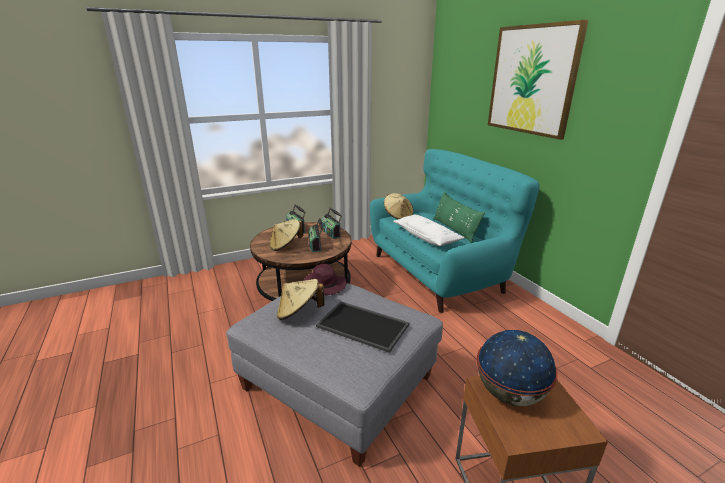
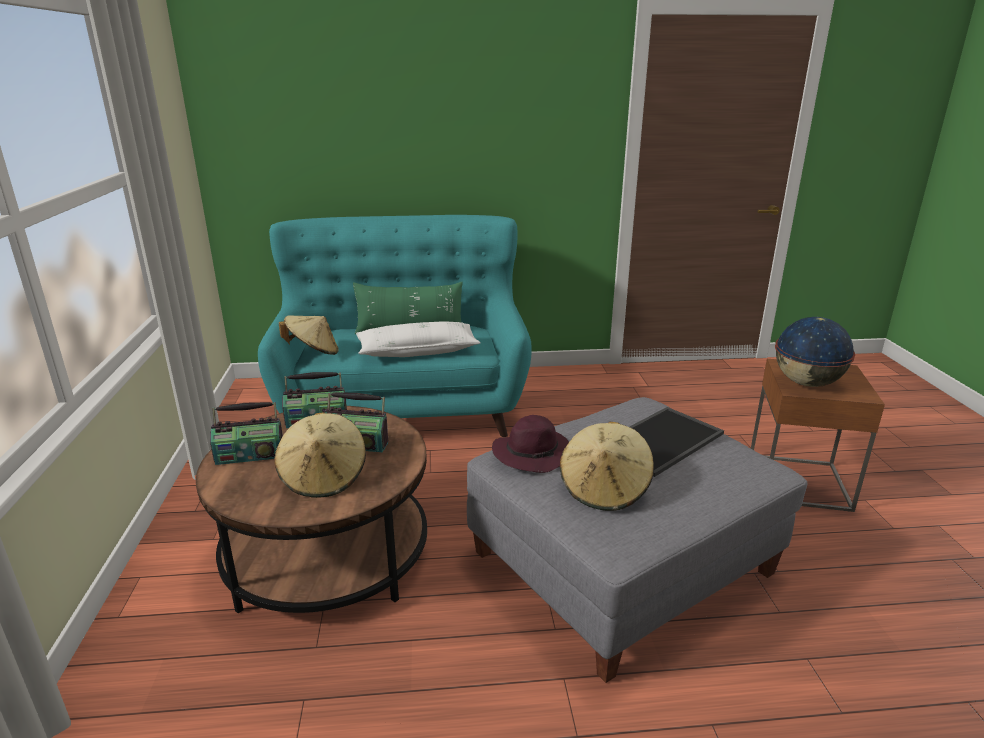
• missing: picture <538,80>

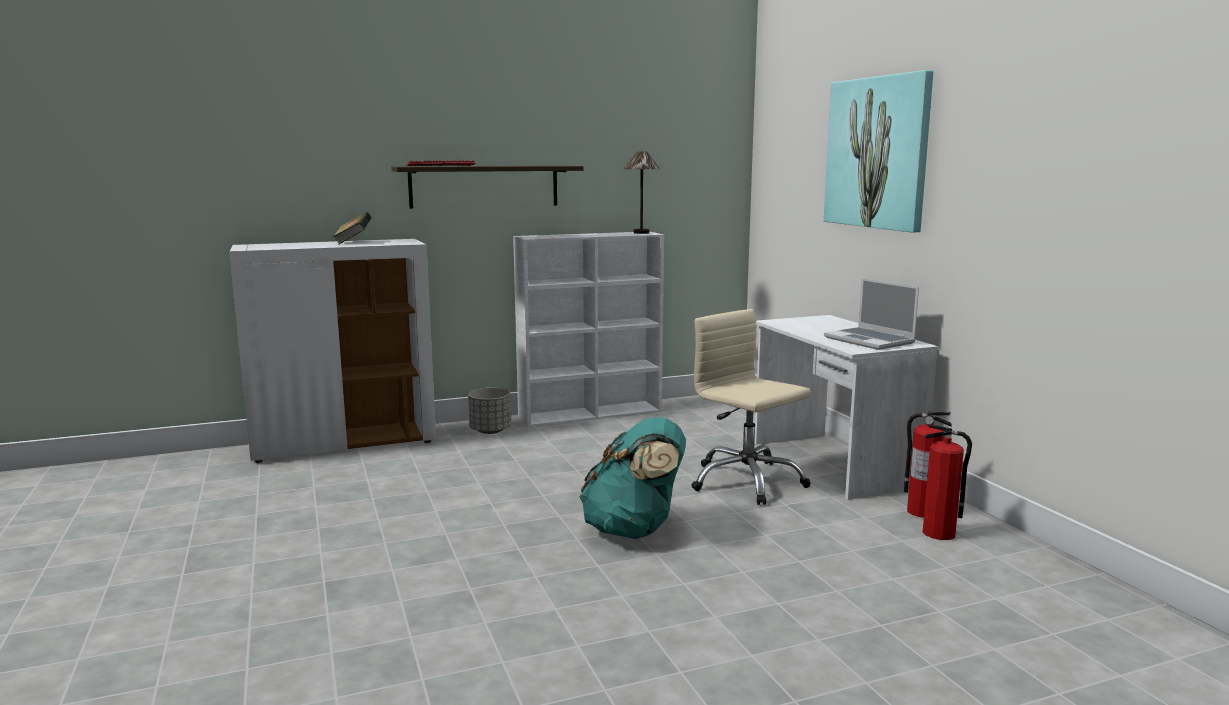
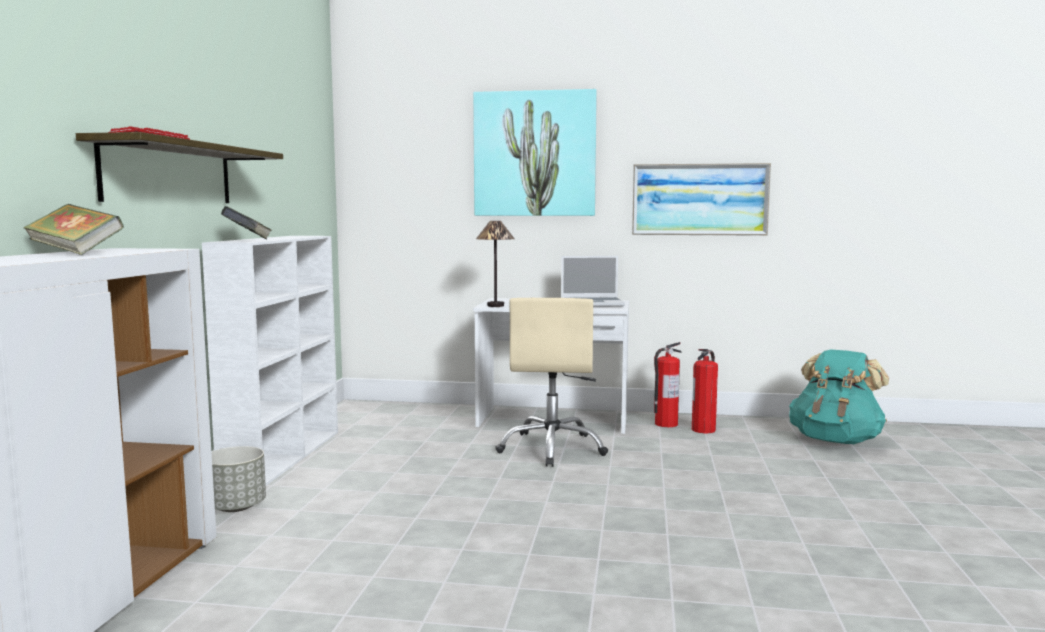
• appeared: book <246,222>
• relocated: table lamp <642,193> to <495,264>
• spun: beige office chair <751,407> = <551,382> 75 degrees counterclockwise
• appeared: picture <701,199>
• relocated: turquoise backpack <632,478> to <839,396>

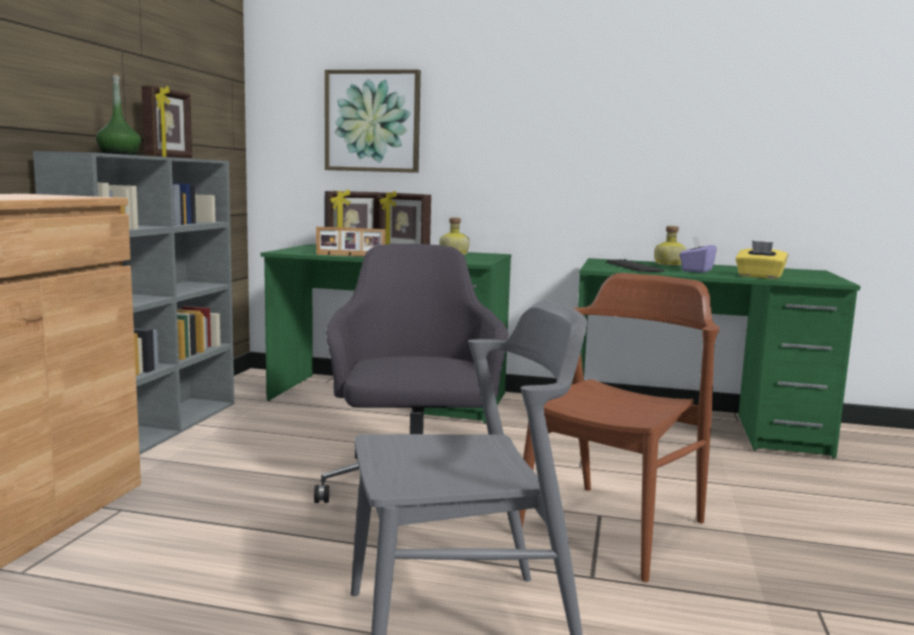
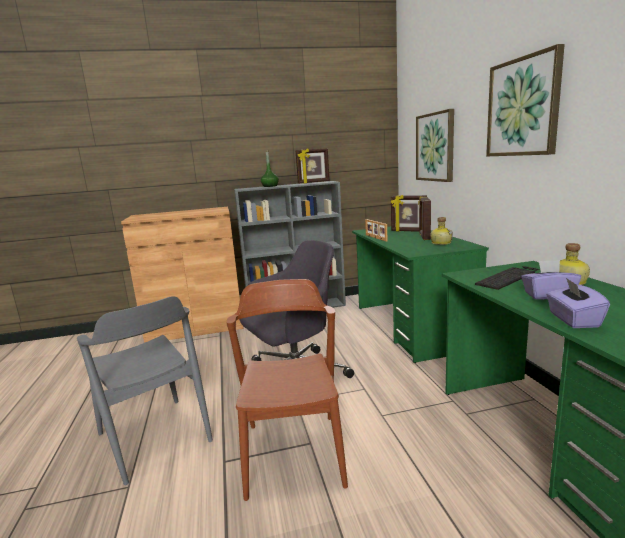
• spun: brown chair <619,427> = <287,390> 105 degrees counterclockwise
• appeared: picture <525,100>
• colour: yellow tissue box <762,260> to purple tissue box <578,303>

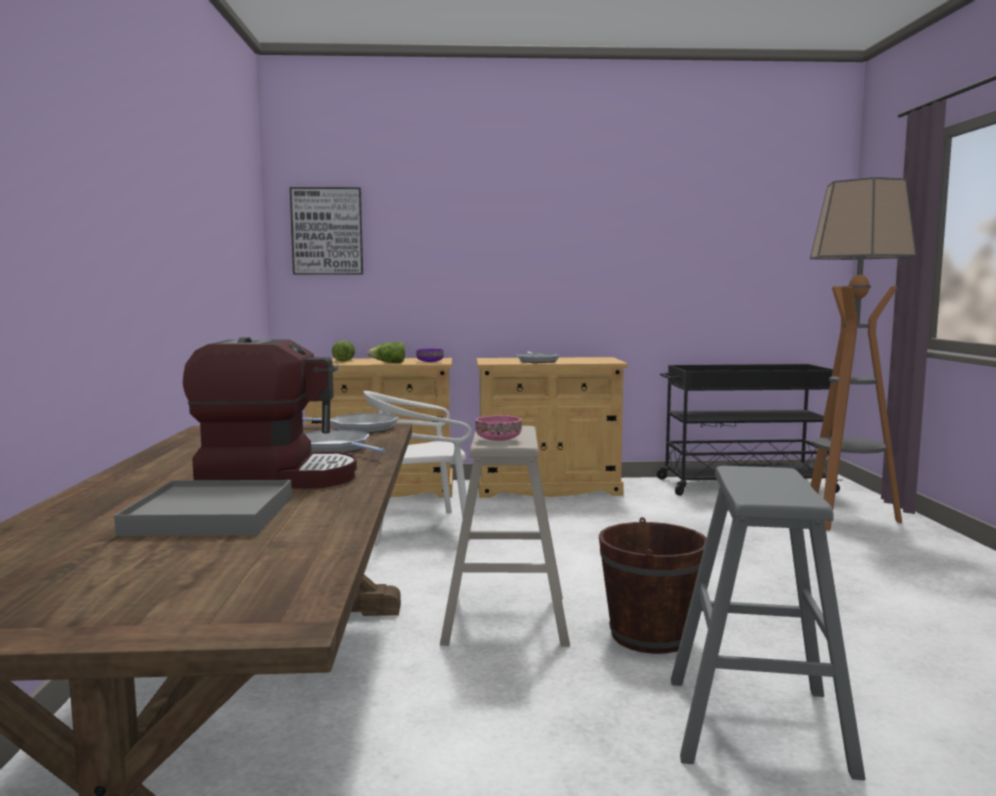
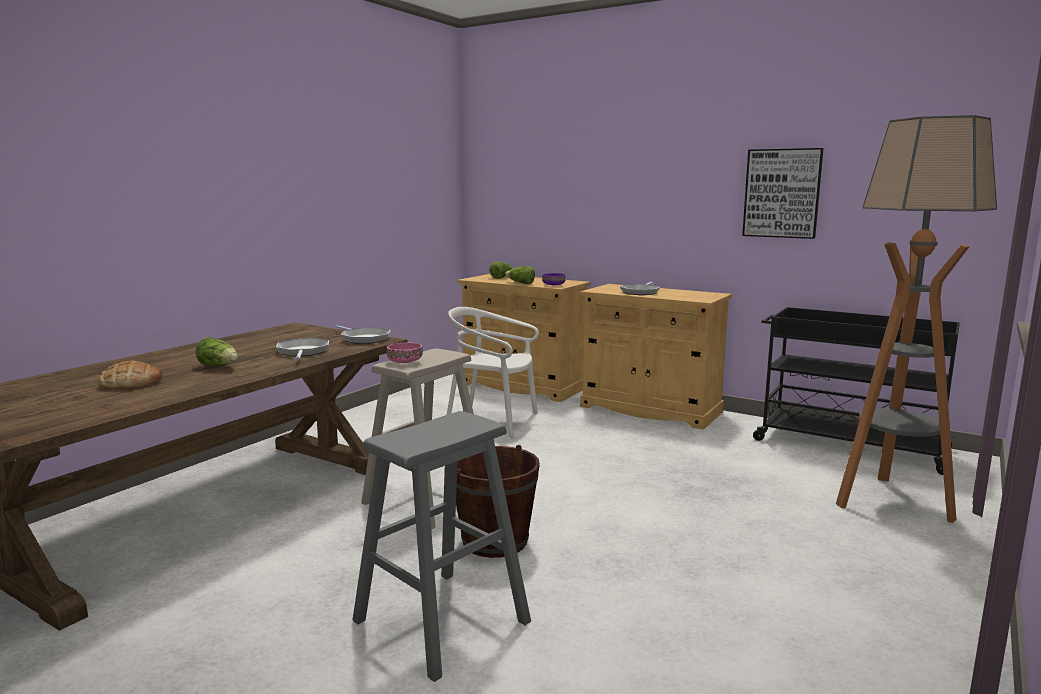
• exchanged: grey tray <203,508> to bread <130,374>
• exchanged: coffee machine <270,413> to lettuce <217,351>
• relocated: picture <326,231> to <783,193>

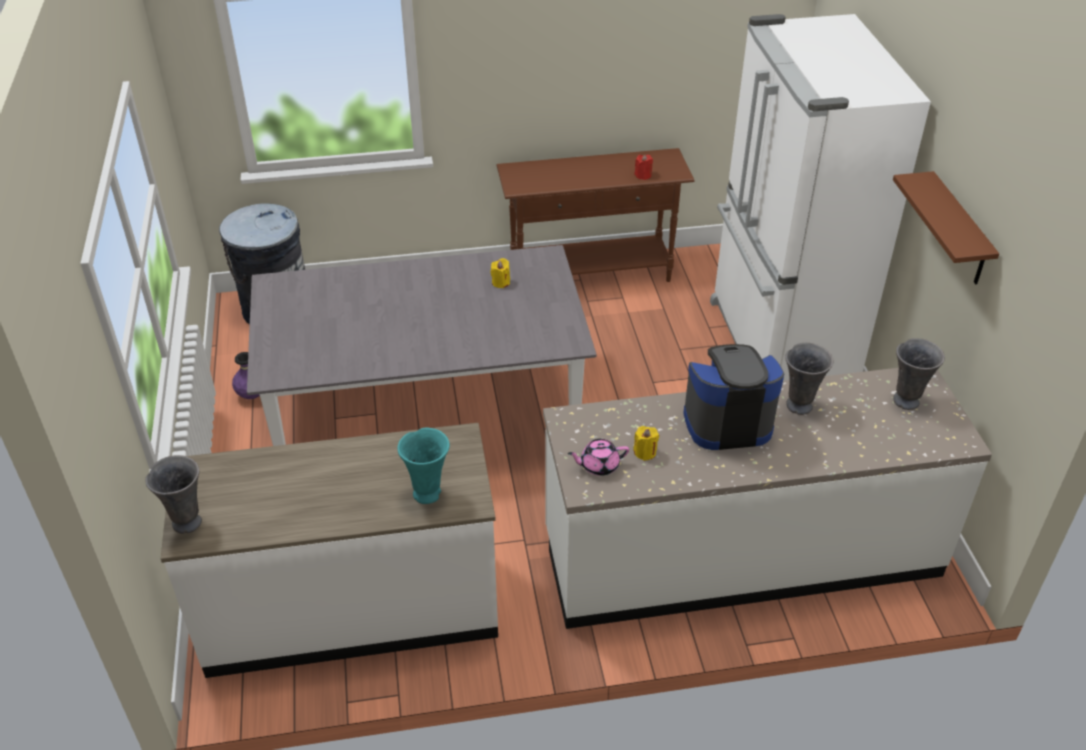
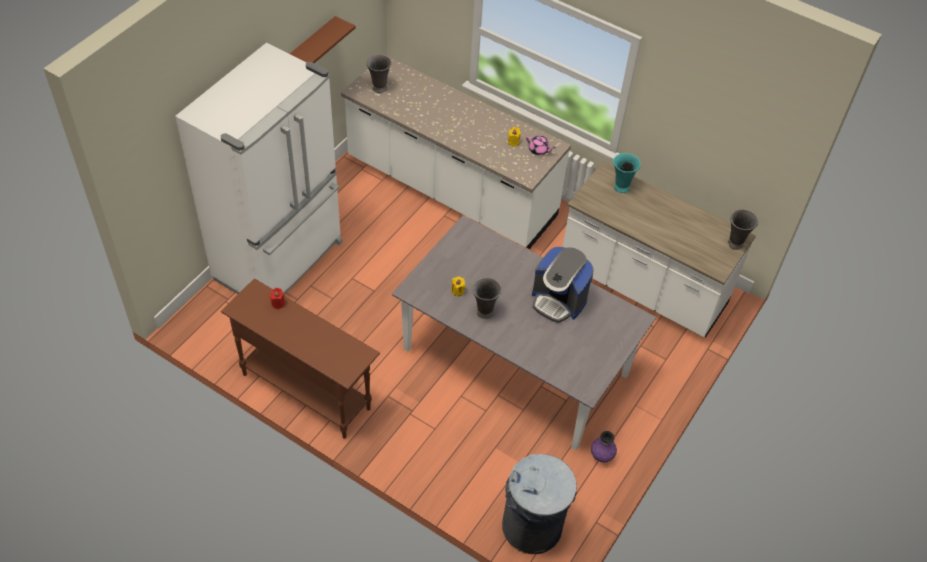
• relocated: grey vase <809,379> to <487,298>
• relocated: coffee machine <733,397> to <563,285>

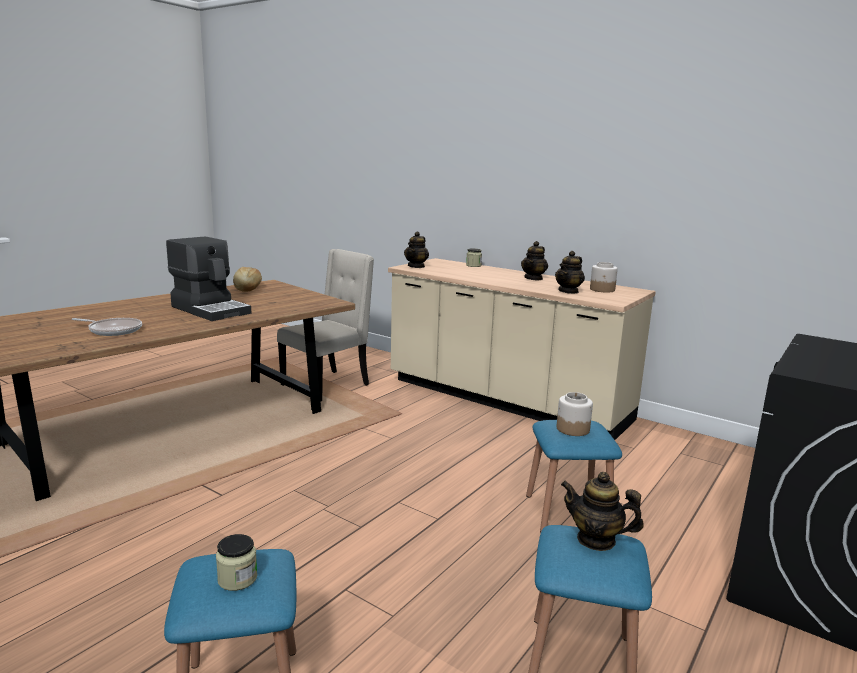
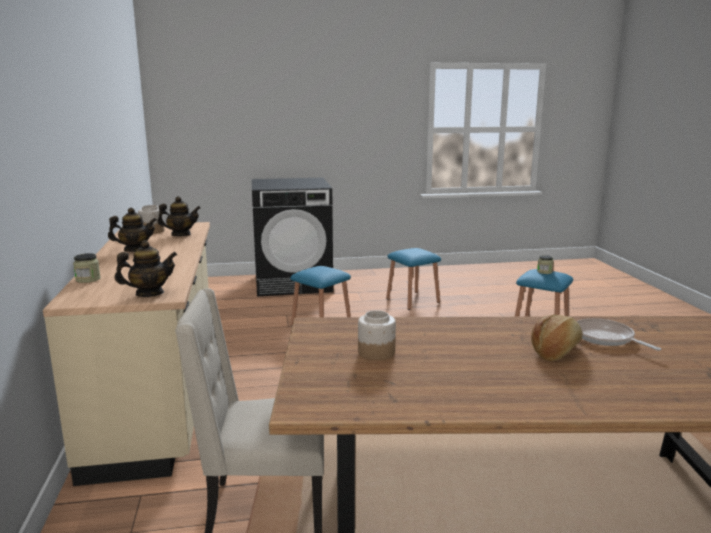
• relocated: jar <574,414> to <377,335>
• relocated: bread <247,279> to <556,338>
• missing: coffee machine <208,279>
• missing: teapot <602,511>

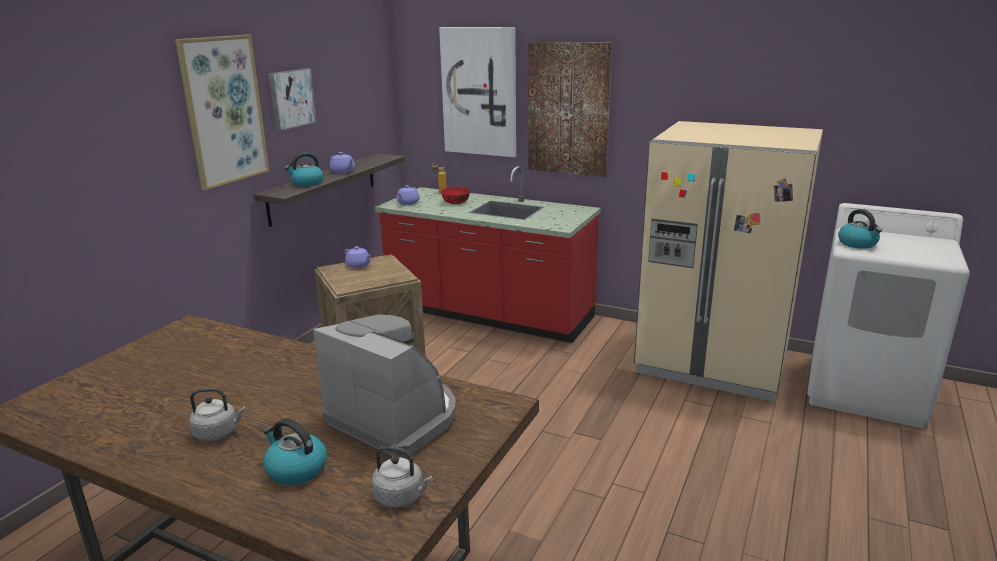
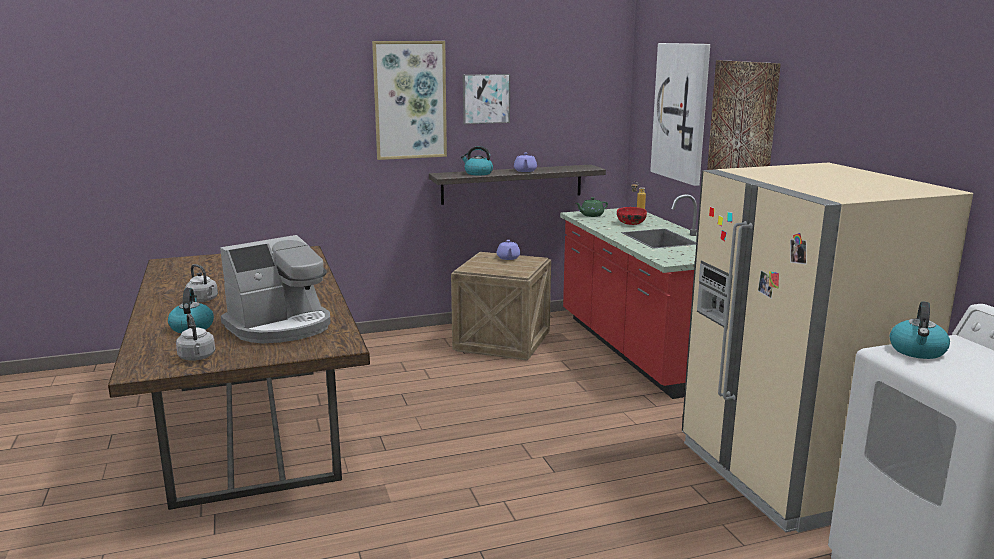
• spun: coffee machine <384,386> = <275,289> 60 degrees clockwise
• colour: purple teapot <408,195> to green teapot <592,207>

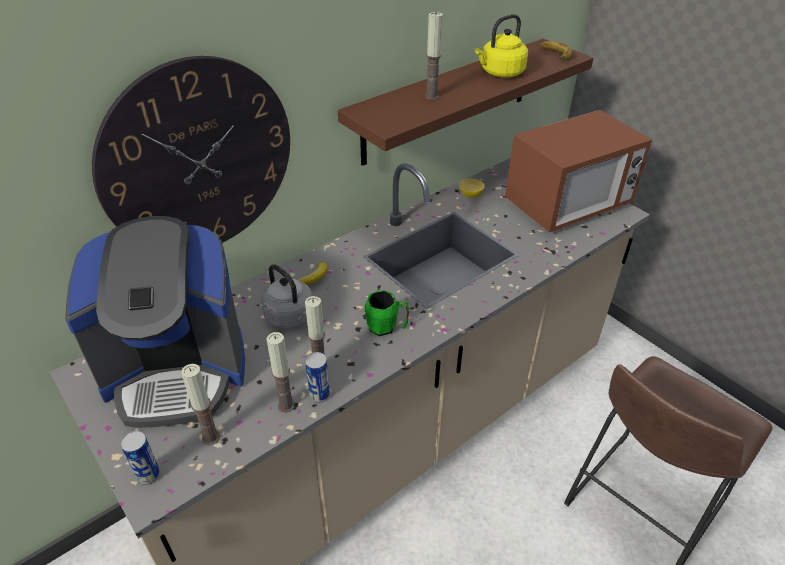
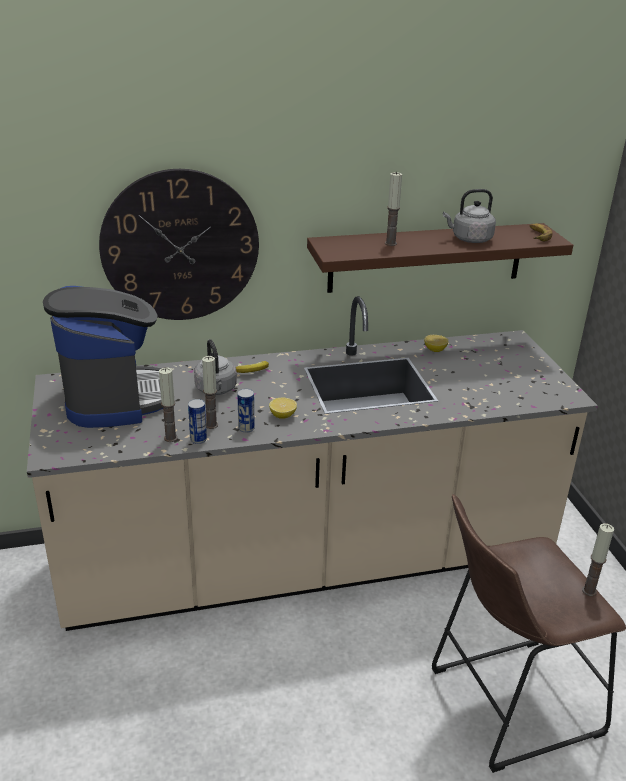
• spun: coffee machine <155,322> = <103,357> 120 degrees counterclockwise
• relocated: can <140,458> to <246,411>
• exchanged: green mug <387,313> to lemon <283,408>
• colour: yellow kettle <501,45> to grey kettle <469,216>
• relocated: candle <200,404> to <598,559>
• missing: microwave <578,171>

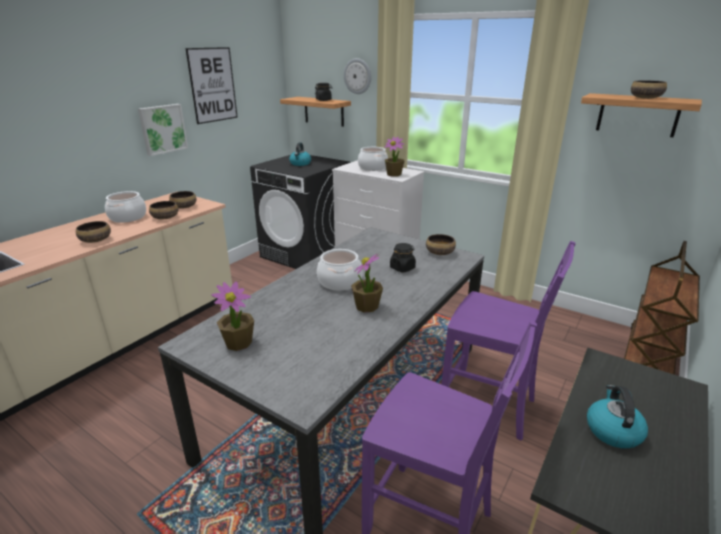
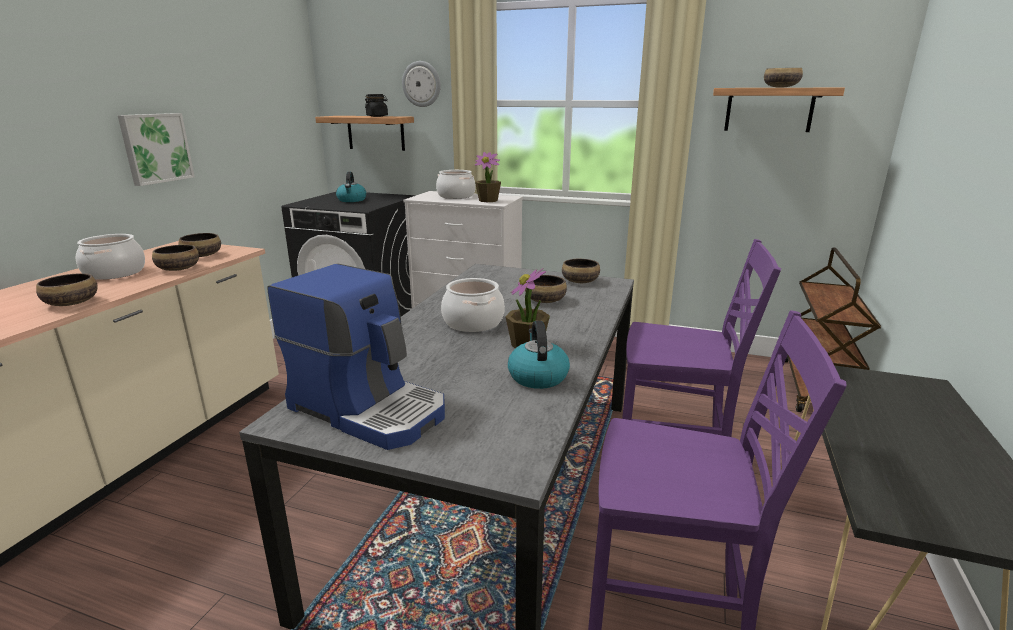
• exchanged: potted plant <232,316> to coffee machine <356,357>
• relocated: kettle <617,417> to <539,355>
• exchanged: black jar <403,257> to bowl <546,289>
• missing: picture <211,85>

